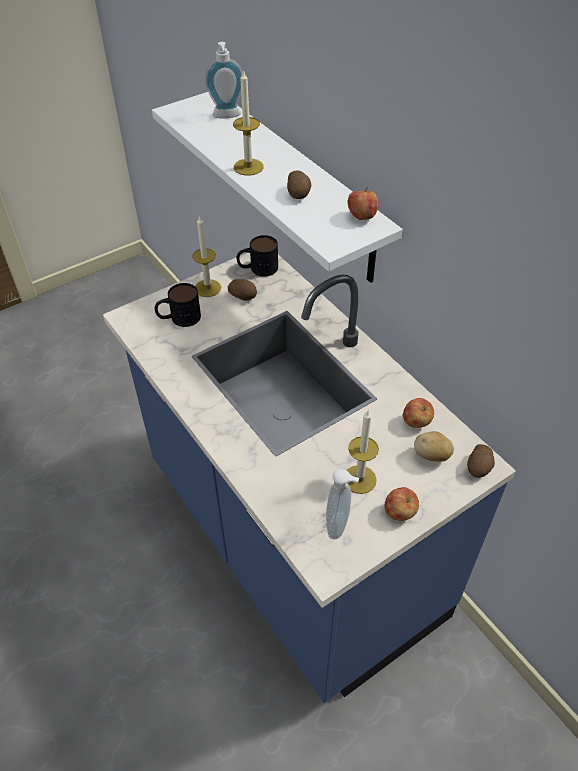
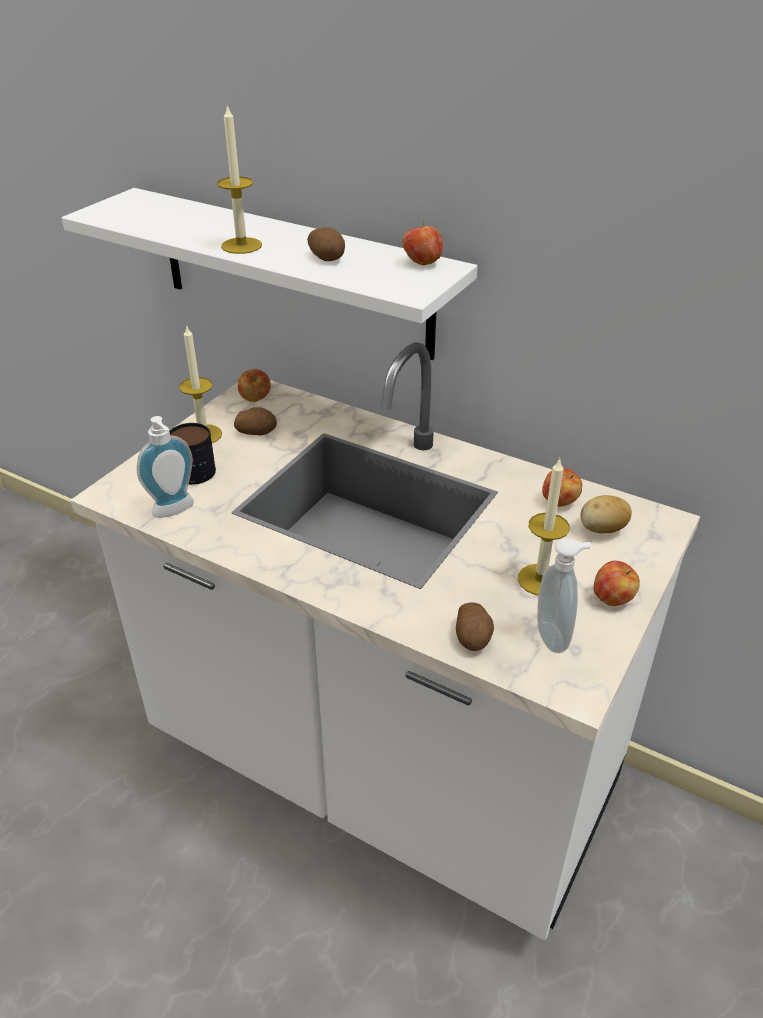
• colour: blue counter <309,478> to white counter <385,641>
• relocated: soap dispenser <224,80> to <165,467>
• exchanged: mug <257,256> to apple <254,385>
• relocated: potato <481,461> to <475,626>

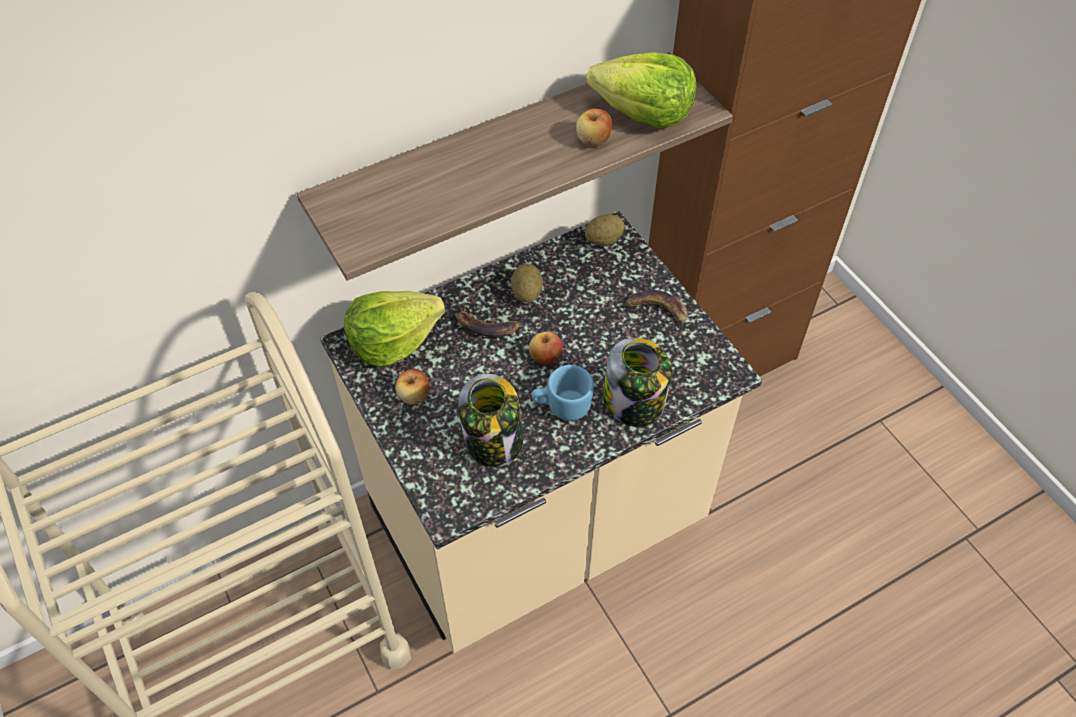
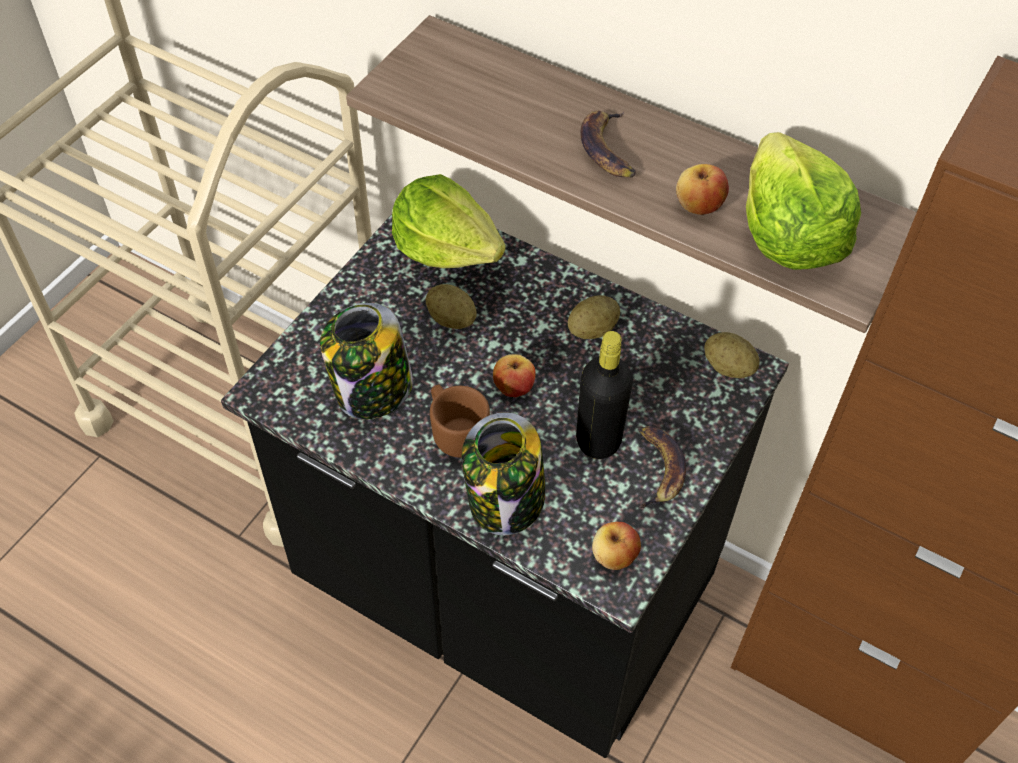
• colour: beige counter <541,432> to black counter <505,486>
• appeared: potato <451,306>
• colour: blue mug <563,393> to brown mug <460,421>
• appeared: black bottle <604,395>
• relocated: banana <488,320> to <608,144>
• relocated: apple <412,387> to <616,546>

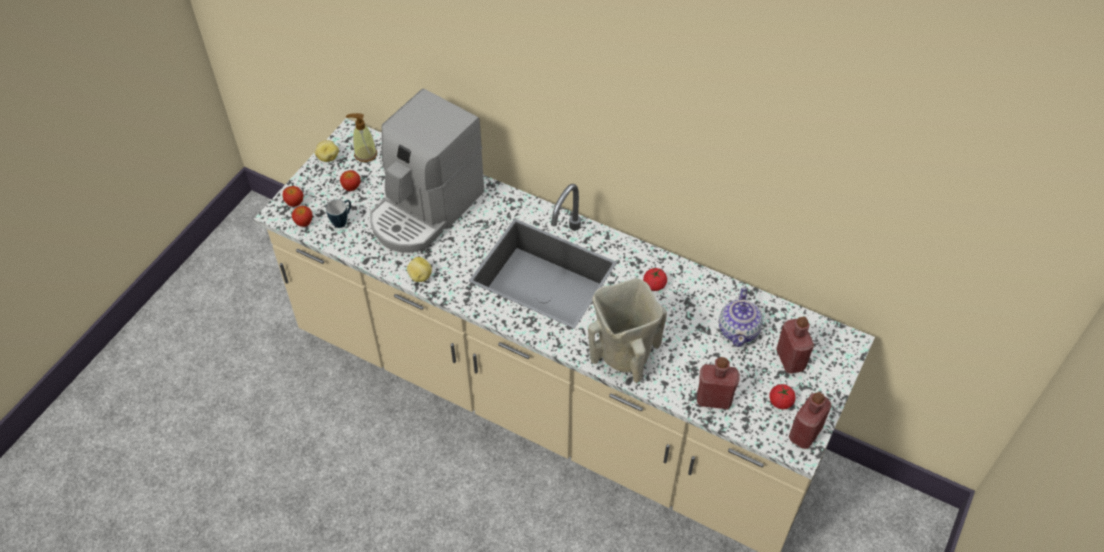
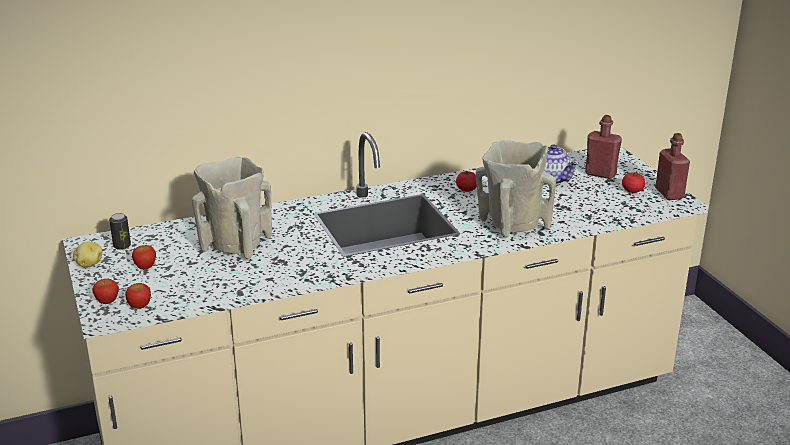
• exchanged: soap dispenser <361,137> to can <120,231>
• exchanged: coffee machine <427,171> to beige vase <232,208>
• missing: mug <338,213>
• missing: potato <419,269>
• missing: red bottle <718,383>

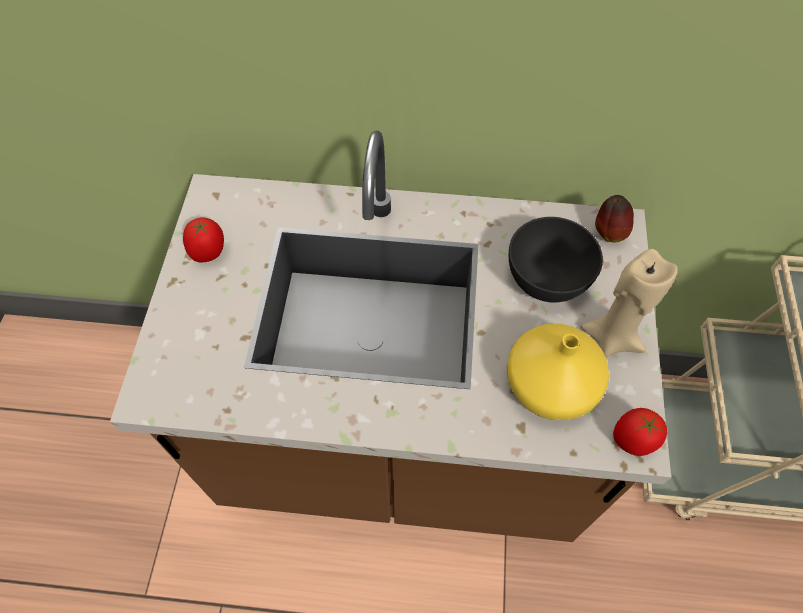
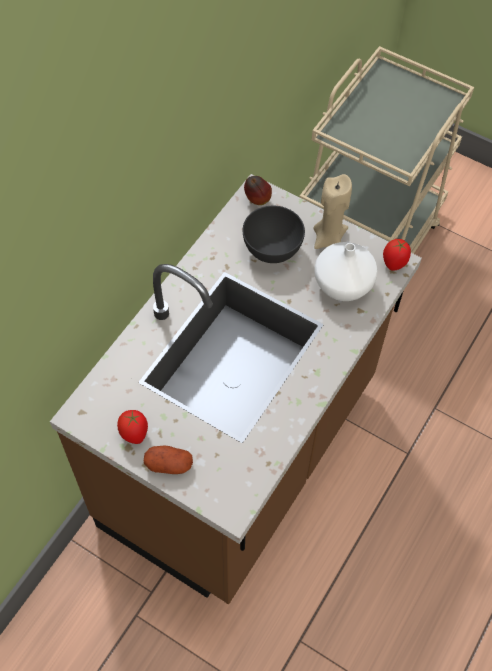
• appeared: potato <168,459>
• colour: yellow vase <558,372> to white vase <346,271>

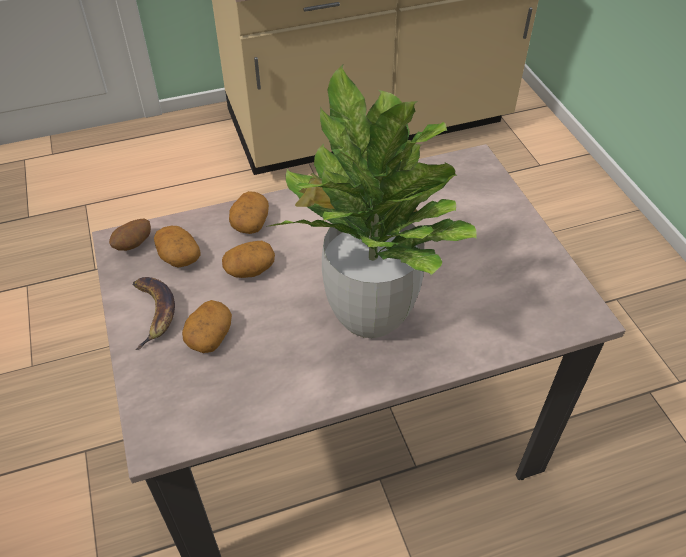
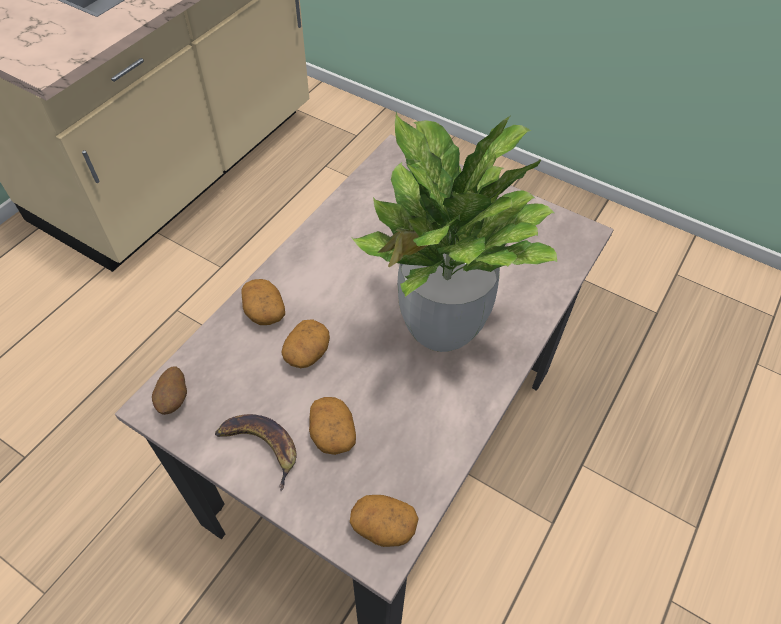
• relocated: potato <177,247> to <384,521>

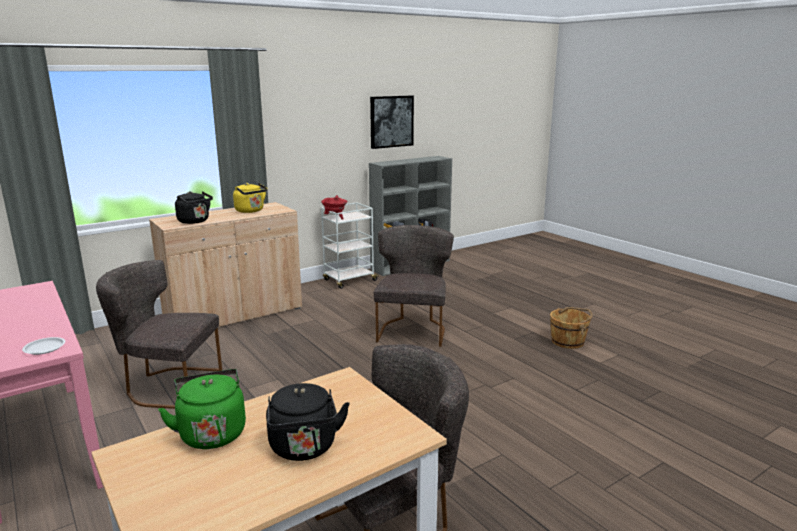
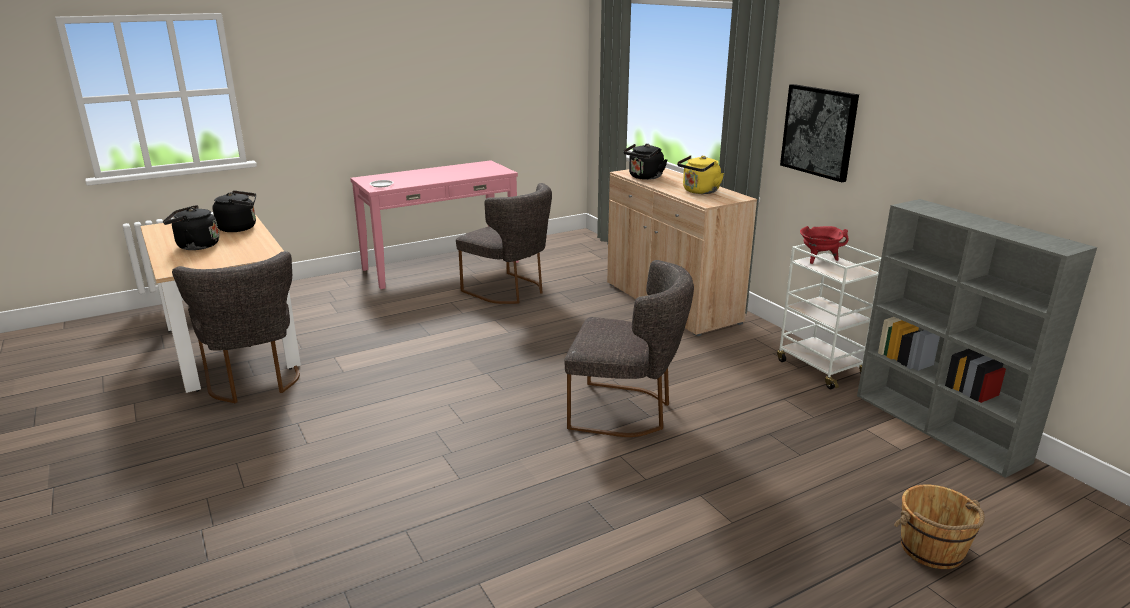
• colour: green kettle <202,409> to black kettle <234,211>
• spun: grey chair <159,334> = <504,243> 120 degrees clockwise
• relocated: picture <392,122> to <819,133>
• relocated: brown bucket <571,328> to <939,527>

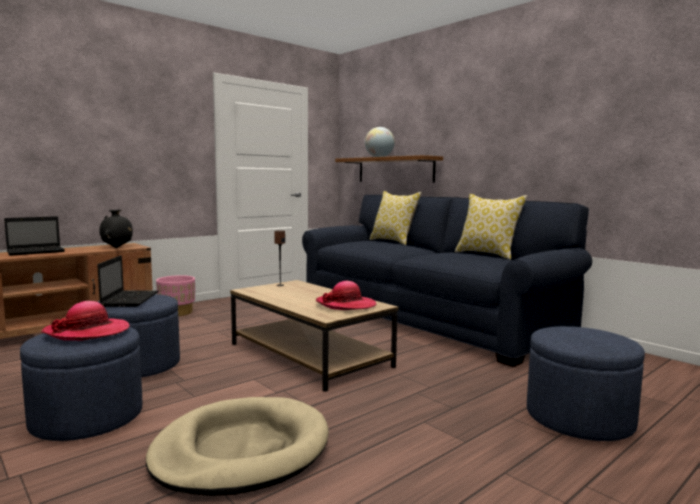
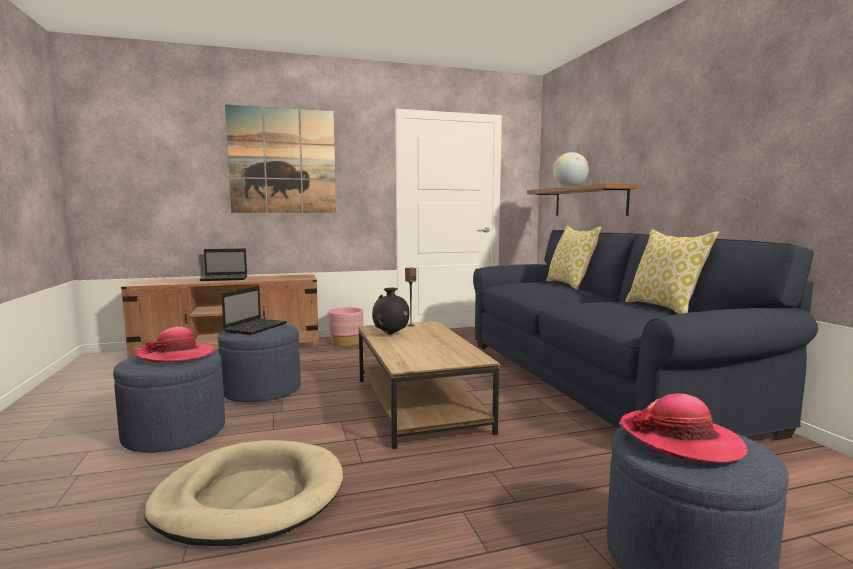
• appeared: picture <280,159>
• relocated: black vase <116,229> to <391,311>
• relocated: hat <346,295> to <683,428>

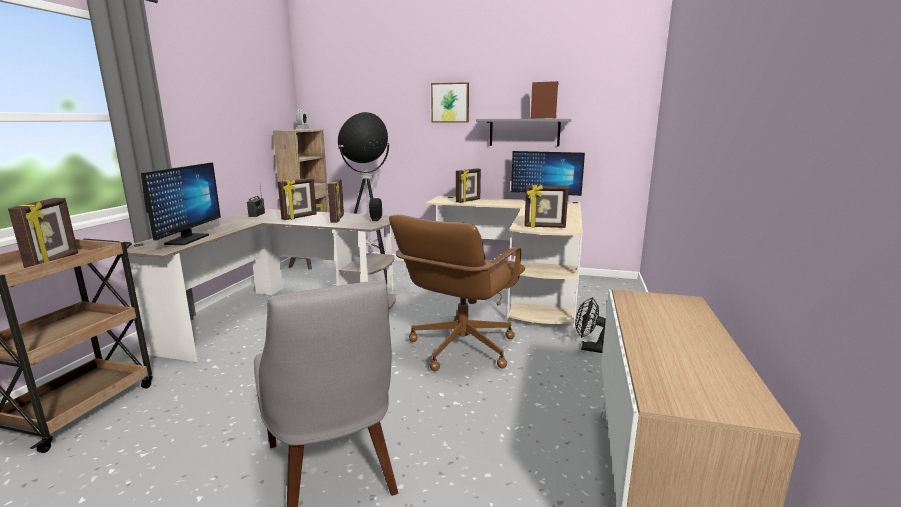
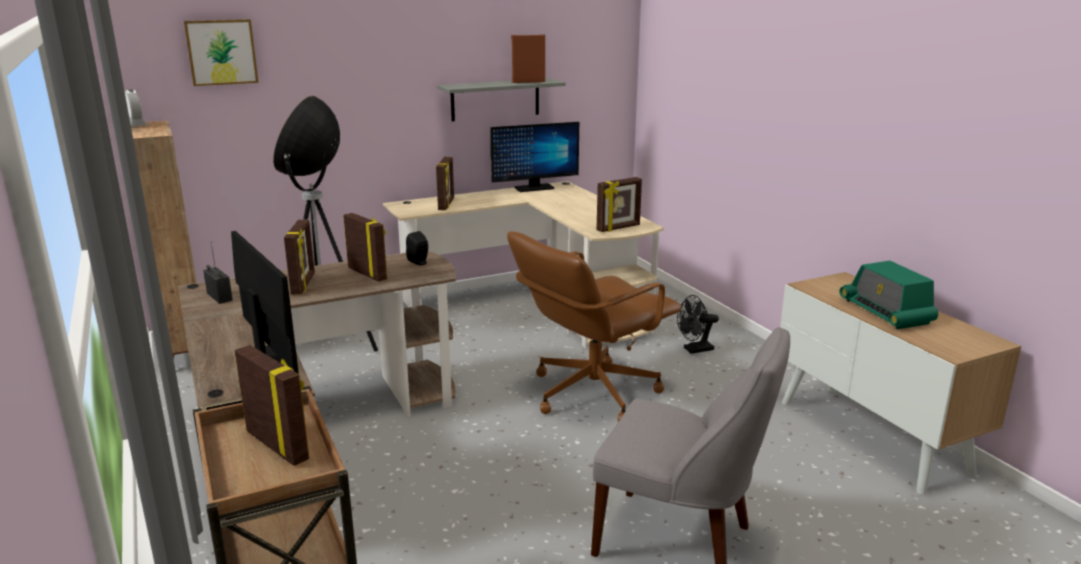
• relocated: picture <450,102> to <221,52>
• spun: brown office chair <457,292> = <594,327> 60 degrees clockwise
• appeared: radio <888,295>

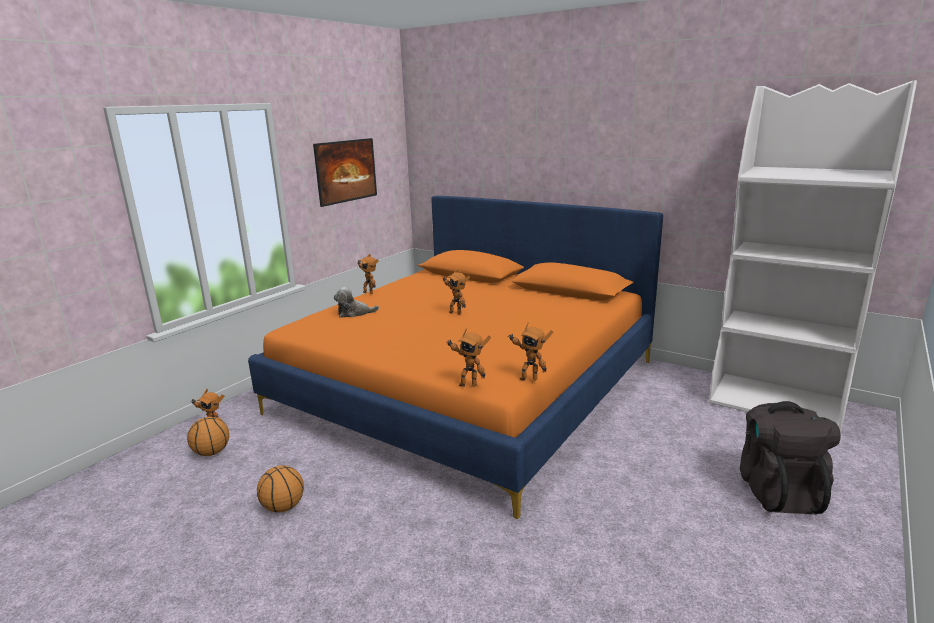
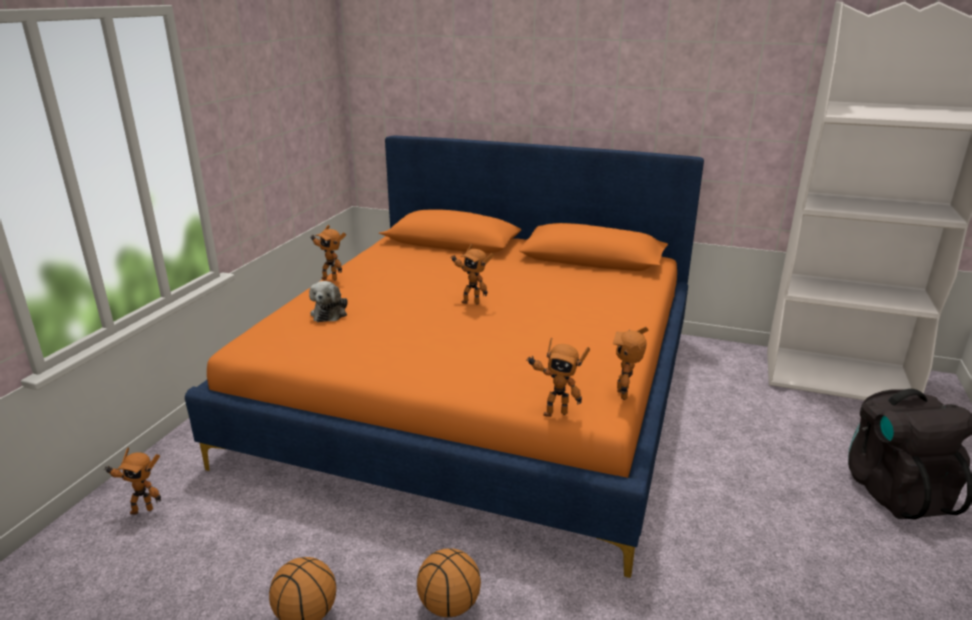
• spun: plush toy <356,302> = <328,301> 60 degrees counterclockwise
• relocated: basketball <208,436> to <449,582>
• spun: toy robot <530,351> = <630,363> 90 degrees clockwise
• missing: picture <345,172>

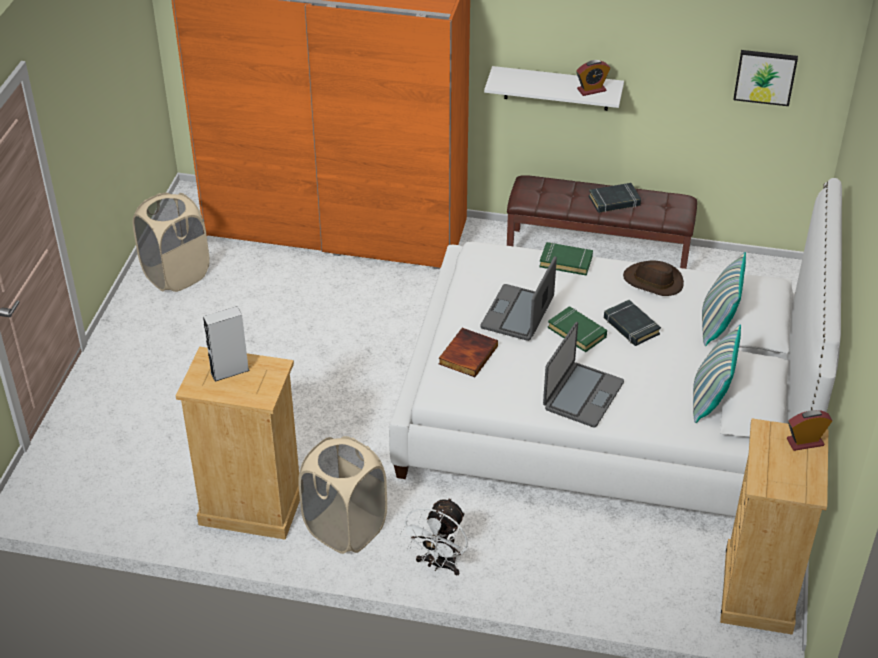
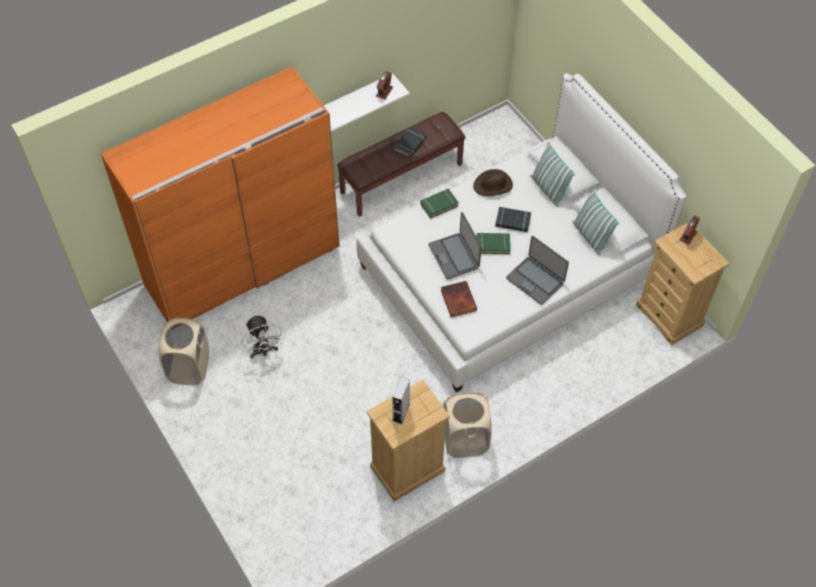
• relocated: white fan <434,537> to <263,336>
• spun: laptop <583,375> = <537,270> 150 degrees clockwise
• missing: picture <765,78>

